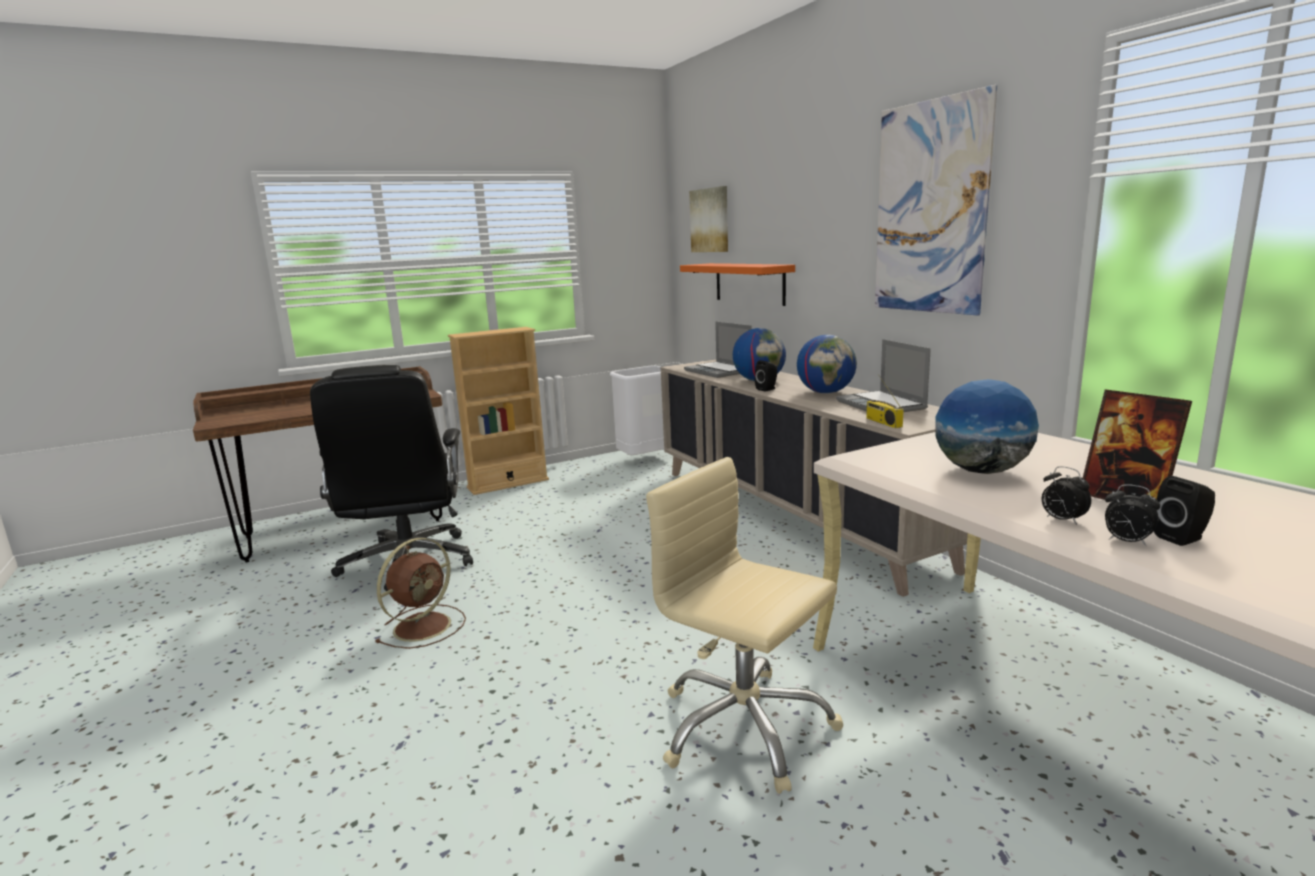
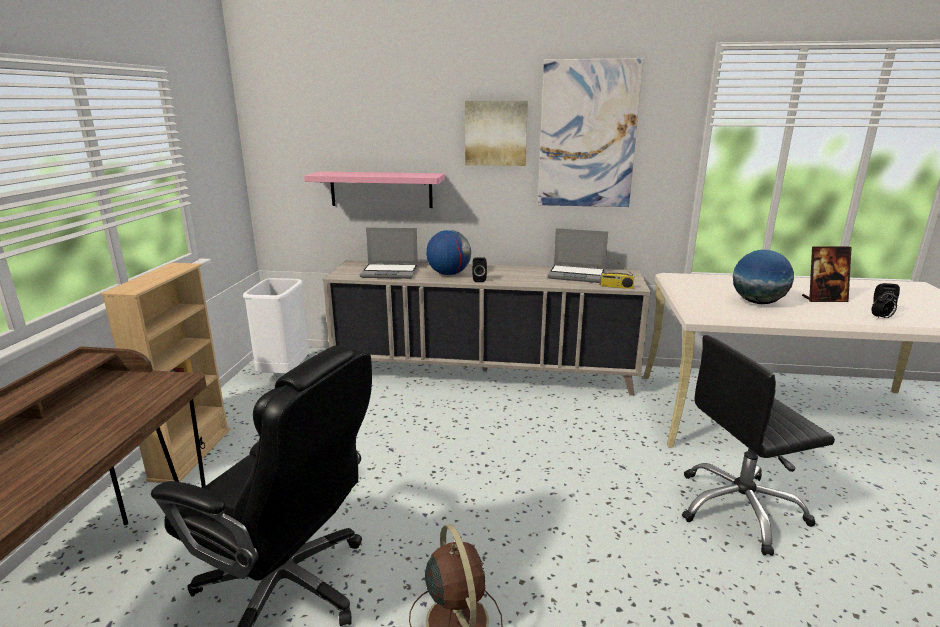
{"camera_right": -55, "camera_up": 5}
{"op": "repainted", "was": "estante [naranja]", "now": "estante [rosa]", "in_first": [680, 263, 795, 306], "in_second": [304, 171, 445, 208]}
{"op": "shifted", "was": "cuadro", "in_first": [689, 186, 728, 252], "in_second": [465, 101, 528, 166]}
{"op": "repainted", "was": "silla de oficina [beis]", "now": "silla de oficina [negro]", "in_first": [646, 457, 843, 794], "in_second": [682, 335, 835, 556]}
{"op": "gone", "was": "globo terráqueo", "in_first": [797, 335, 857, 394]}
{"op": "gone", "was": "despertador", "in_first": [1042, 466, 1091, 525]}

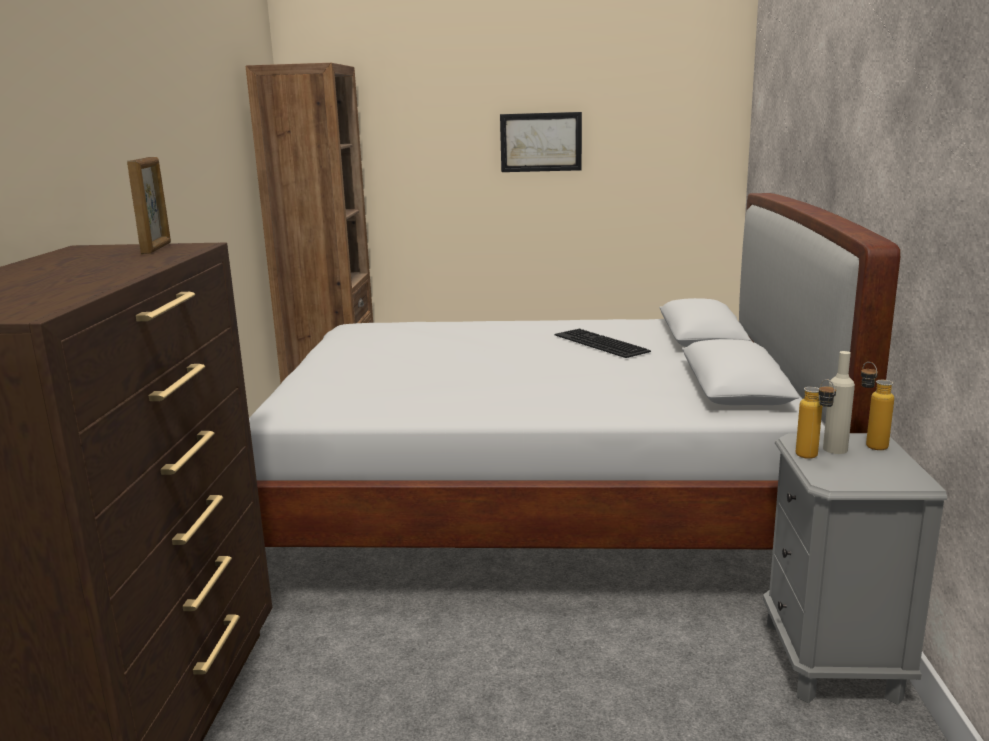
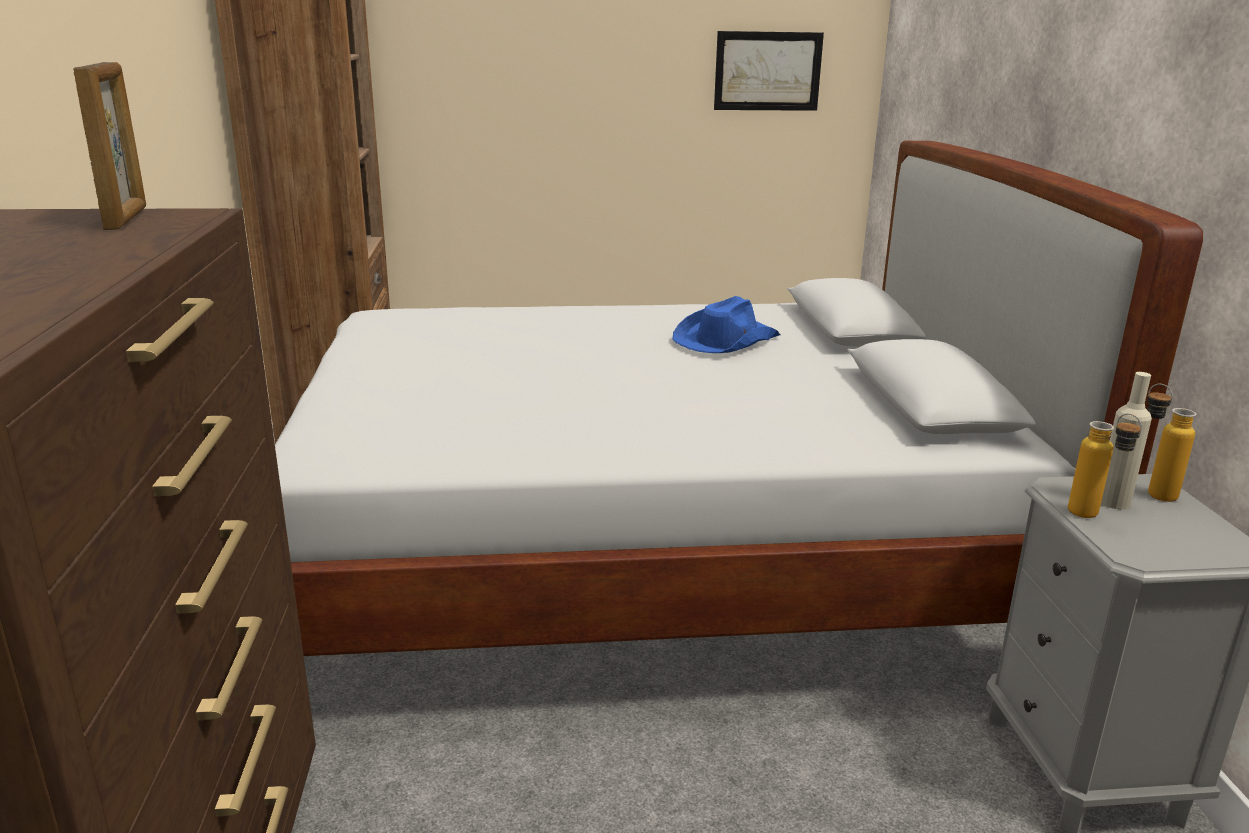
{"camera_right": -10, "camera_up": 5}
{"op": "swapped", "was": "teclado", "now": "sombrero [azul]", "in_first": [555, 329, 651, 358], "in_second": [672, 296, 780, 353]}
{"op": "shifted", "was": "cuadro", "in_first": [500, 112, 582, 172], "in_second": [714, 31, 824, 111]}

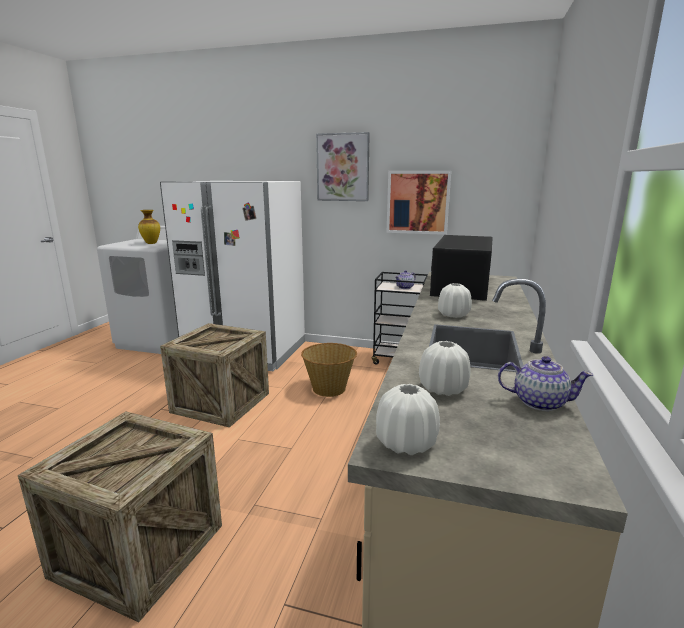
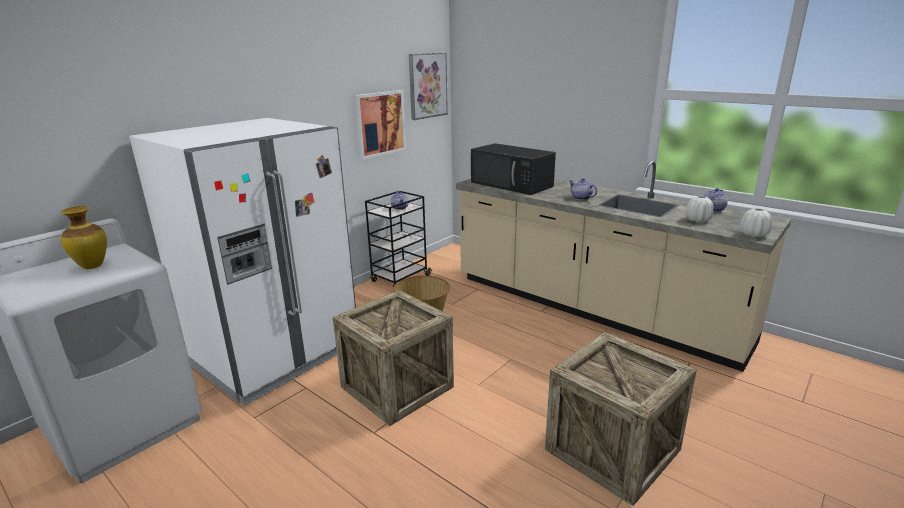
{"camera_right": -65, "camera_up": 5}
{"op": "shifted", "was": "cuadro", "in_first": [316, 132, 370, 201], "in_second": [409, 53, 448, 120]}
{"op": "swapped", "was": "florero [blanco]", "now": "tetera", "in_first": [438, 283, 472, 318], "in_second": [569, 178, 597, 200]}

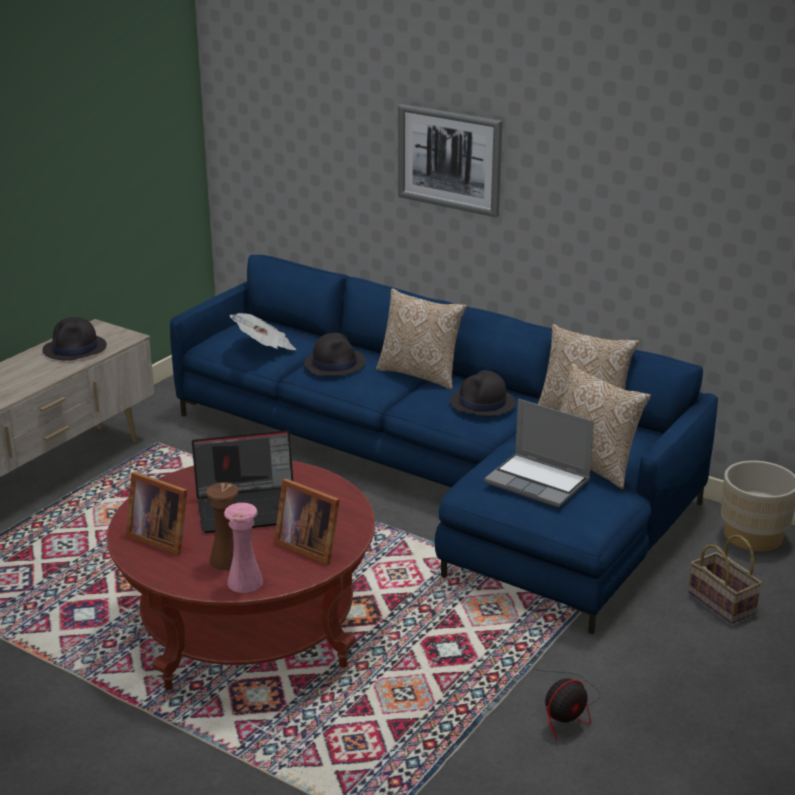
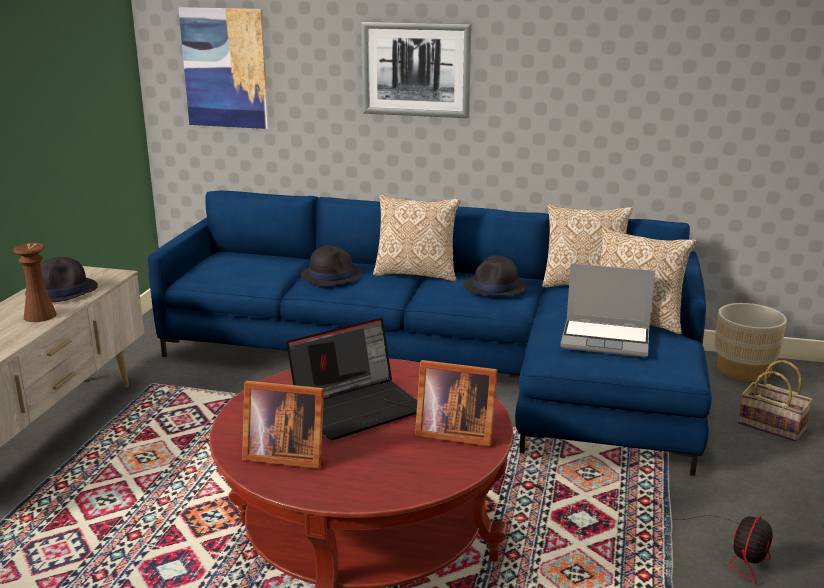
{"camera_right": -20, "camera_up": -5}
{"op": "shifted", "was": "florero [marrón]", "in_first": [206, 482, 239, 570], "in_second": [13, 243, 57, 322]}
{"op": "new", "now": "cuadro", "in_second": [179, 7, 269, 129]}
{"op": "gone", "was": "florero [rosa]", "in_first": [224, 503, 263, 593]}
{"op": "gone", "was": "periódico", "in_first": [229, 313, 297, 350]}

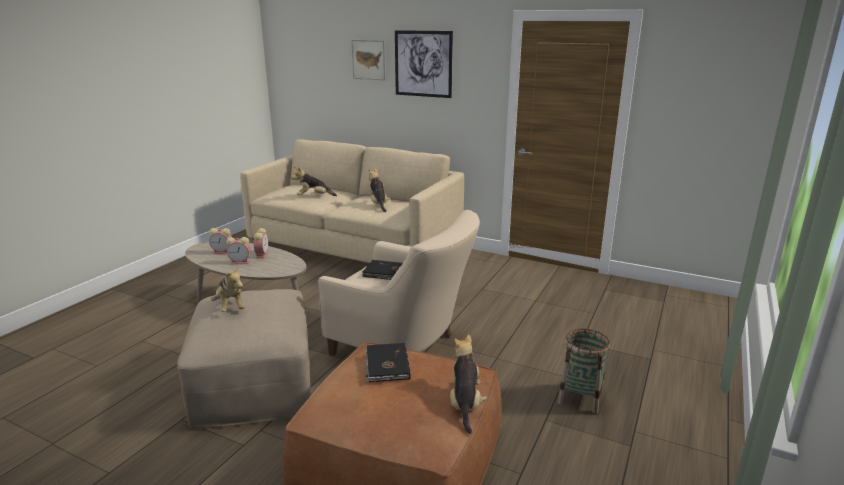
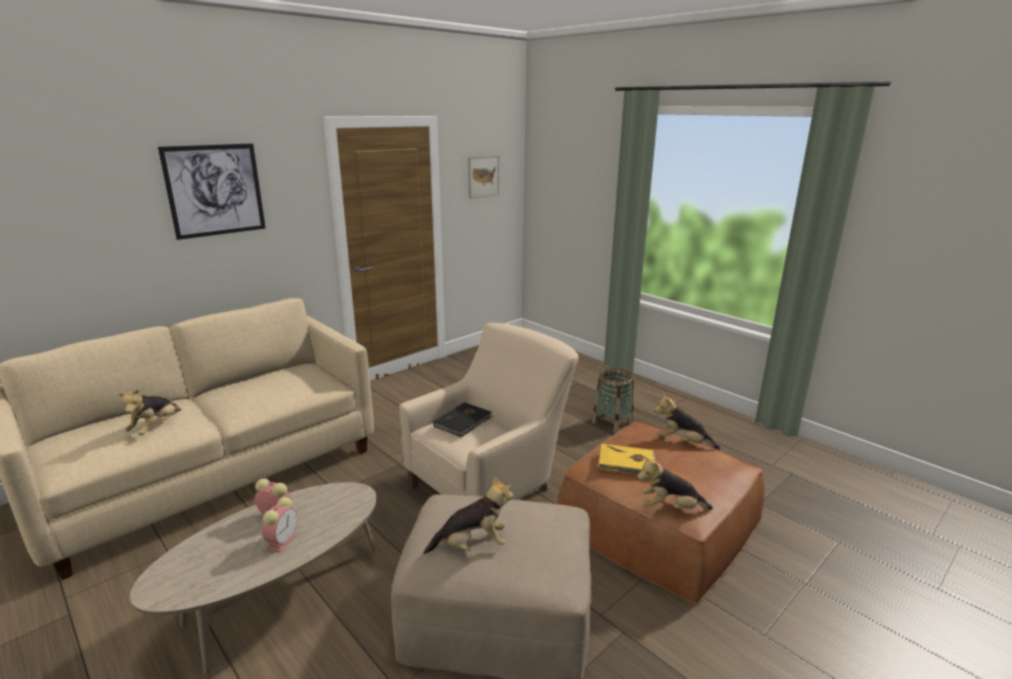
{"camera_right": -70, "camera_up": 0}
{"op": "shifted", "was": "cuadro", "in_first": [352, 40, 386, 80], "in_second": [468, 155, 499, 198]}
{"op": "repainted", "was": "libro [negro]", "now": "libro [amarillo]", "in_first": [365, 343, 411, 382], "in_second": [598, 444, 655, 474]}
{"op": "shifted", "was": "peluche", "in_first": [368, 168, 390, 212], "in_second": [637, 455, 713, 510]}
{"op": "gone", "was": "despertador", "in_first": [209, 228, 232, 254]}

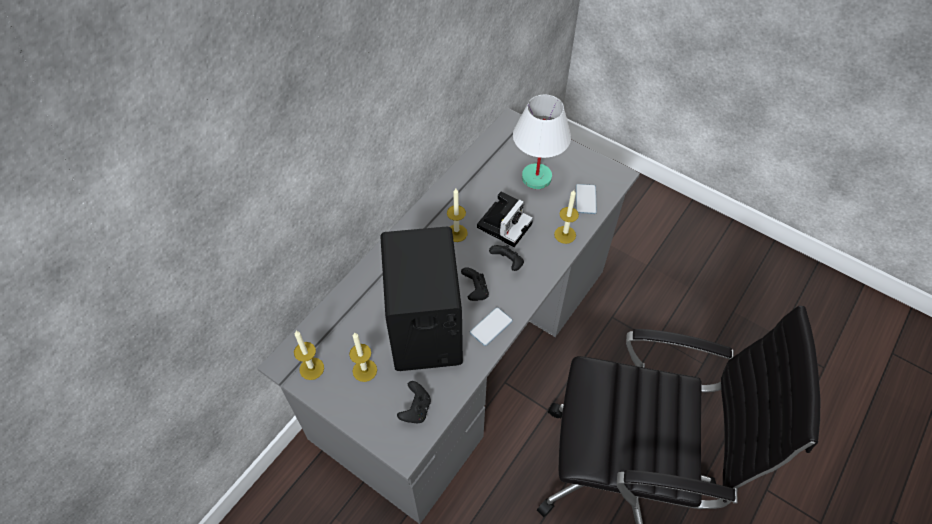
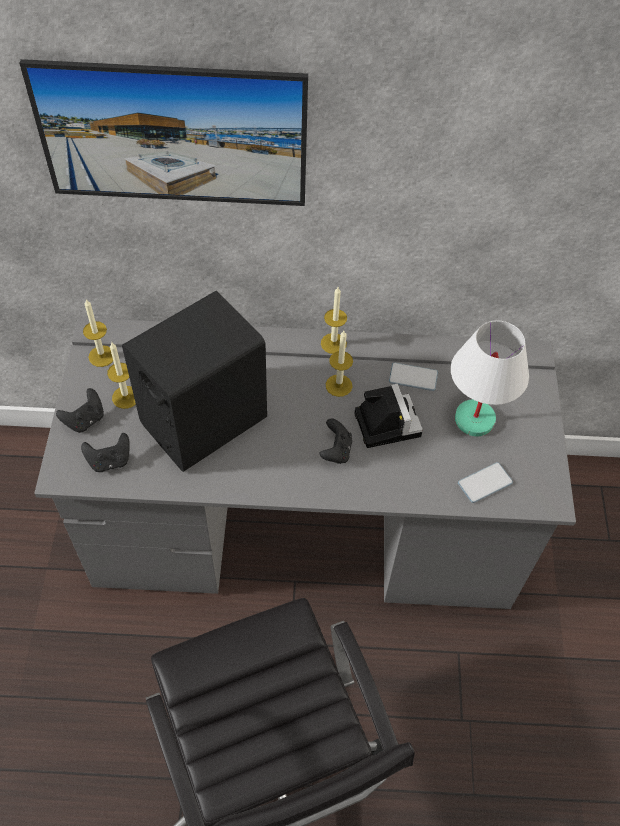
{"camera_right": 55, "camera_up": 0}
{"op": "new", "now": "cuadro", "in_second": [19, 59, 308, 206]}
{"op": "shifted", "was": "mando de consola [negro]", "in_first": [461, 267, 489, 301], "in_second": [56, 388, 104, 433]}
{"op": "shifted", "was": "vela", "in_first": [554, 190, 579, 244], "in_second": [321, 287, 347, 354]}
{"op": "rotated", "was": "cámara", "in_first": [477, 191, 533, 247], "in_second": [354, 383, 423, 448], "clockwise": -105}
{"op": "shifted", "was": "móvil", "in_first": [470, 307, 513, 346], "in_second": [389, 362, 438, 391]}

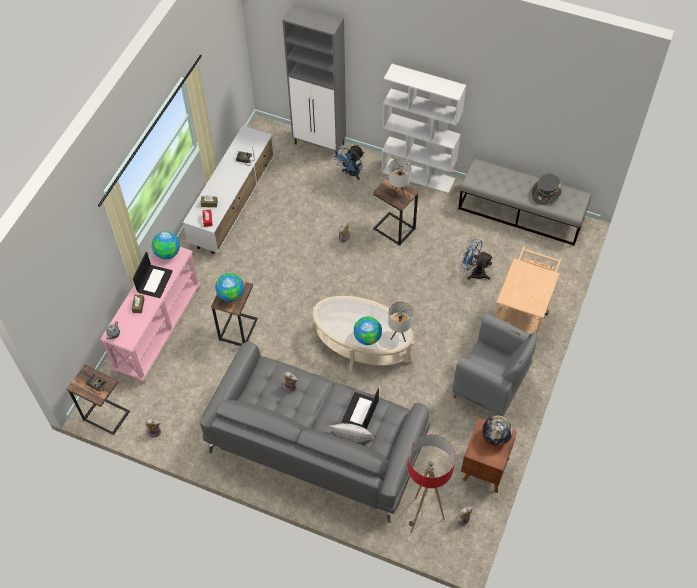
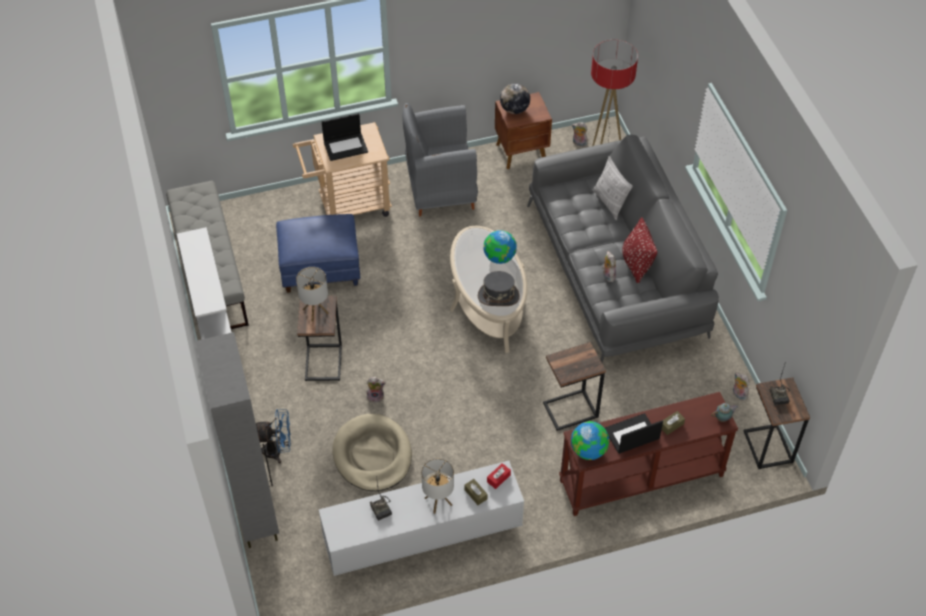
{"camera_right": -130, "camera_up": -5}
{"op": "swapped", "was": "ventilador [azul]", "now": "puf [azul]", "in_first": [461, 238, 493, 280], "in_second": [276, 214, 361, 293]}
{"op": "shifted", "was": "portátil", "in_first": [342, 389, 379, 429], "in_second": [322, 113, 368, 161]}
{"op": "new", "now": "cama para perro [beis]", "in_second": [332, 414, 412, 491]}
{"op": "rotated", "was": "sillón [gris]", "in_first": [452, 313, 538, 416], "in_second": [402, 103, 478, 216], "clockwise": -90}
{"op": "shifted", "was": "lámpara de mesa", "in_first": [388, 302, 413, 342], "in_second": [421, 458, 454, 514]}
{"op": "shifted", "was": "sombrero [gris]", "in_first": [532, 174, 562, 205], "in_second": [478, 271, 520, 306]}
{"op": "repainted", "was": "mesa consola [rosa]", "now": "mesa consola [marrón]", "in_first": [101, 247, 200, 384], "in_second": [559, 392, 738, 516]}
{"op": "new", "now": "cojín [rojo]", "in_second": [622, 217, 657, 283]}
{"op": "gone", "was": "globo terráqueo", "in_first": [215, 273, 244, 302]}

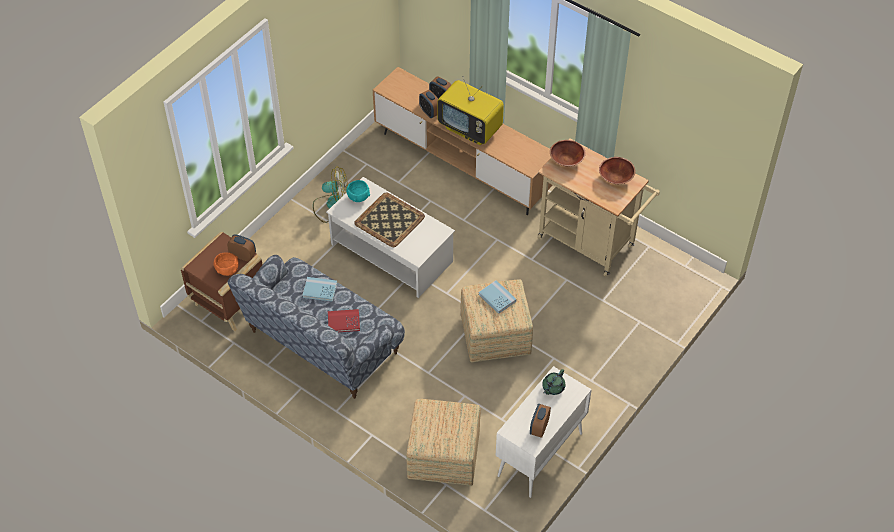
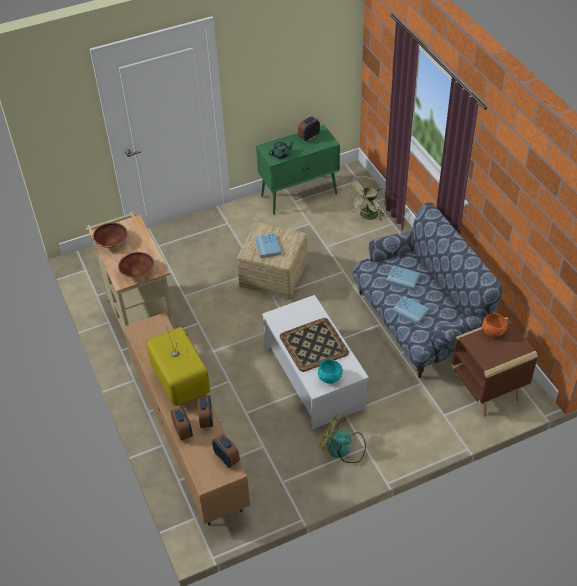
{"camera_right": -150, "camera_up": -5}
{"op": "shifted", "was": "despertador", "in_first": [227, 234, 256, 262], "in_second": [212, 433, 240, 468]}
{"op": "repainted", "was": "armario [blanco]", "now": "armario [verde]", "in_first": [496, 366, 592, 498], "in_second": [256, 125, 340, 215]}
{"op": "swapped", "was": "puf", "now": "ventilador [verde]", "in_first": [406, 399, 481, 486], "in_second": [348, 176, 385, 221]}
{"op": "repainted", "was": "libro [rojo]", "now": "libro [azul]", "in_first": [328, 309, 360, 332], "in_second": [386, 265, 420, 290]}

